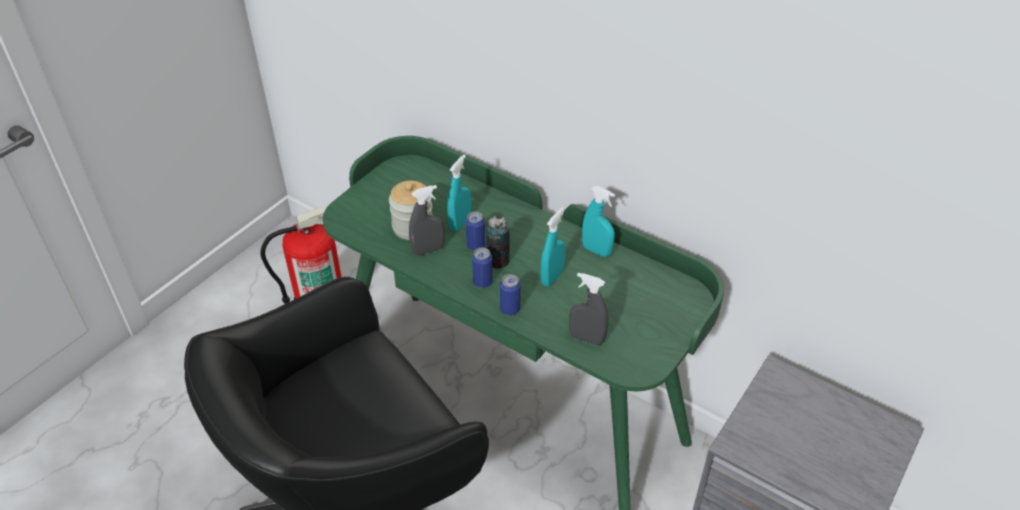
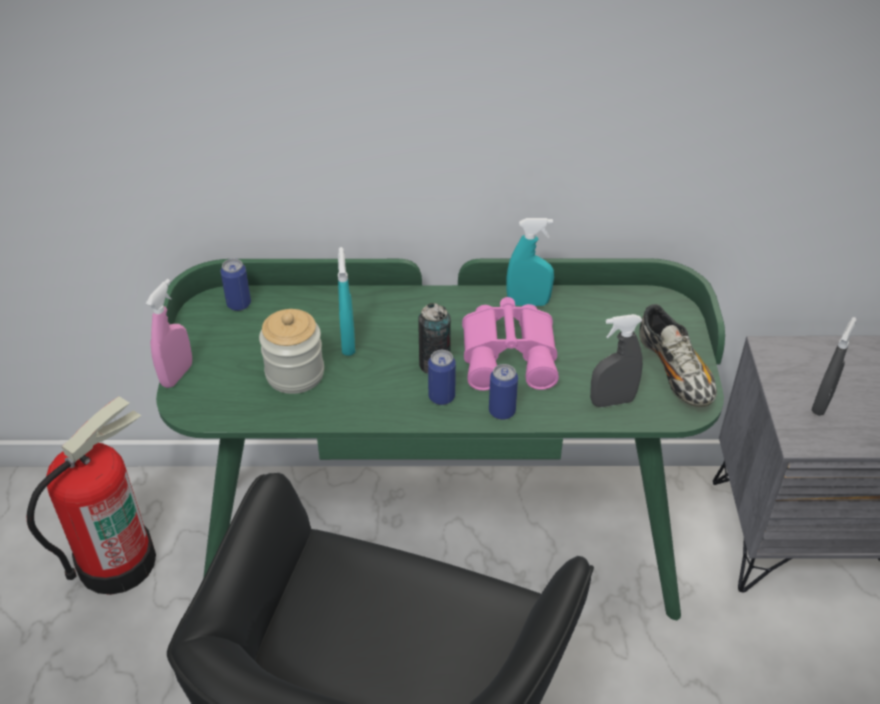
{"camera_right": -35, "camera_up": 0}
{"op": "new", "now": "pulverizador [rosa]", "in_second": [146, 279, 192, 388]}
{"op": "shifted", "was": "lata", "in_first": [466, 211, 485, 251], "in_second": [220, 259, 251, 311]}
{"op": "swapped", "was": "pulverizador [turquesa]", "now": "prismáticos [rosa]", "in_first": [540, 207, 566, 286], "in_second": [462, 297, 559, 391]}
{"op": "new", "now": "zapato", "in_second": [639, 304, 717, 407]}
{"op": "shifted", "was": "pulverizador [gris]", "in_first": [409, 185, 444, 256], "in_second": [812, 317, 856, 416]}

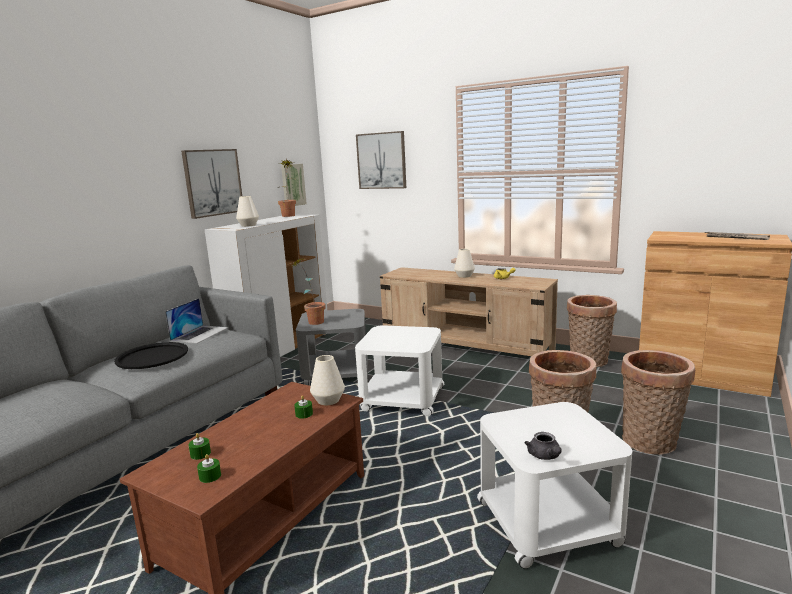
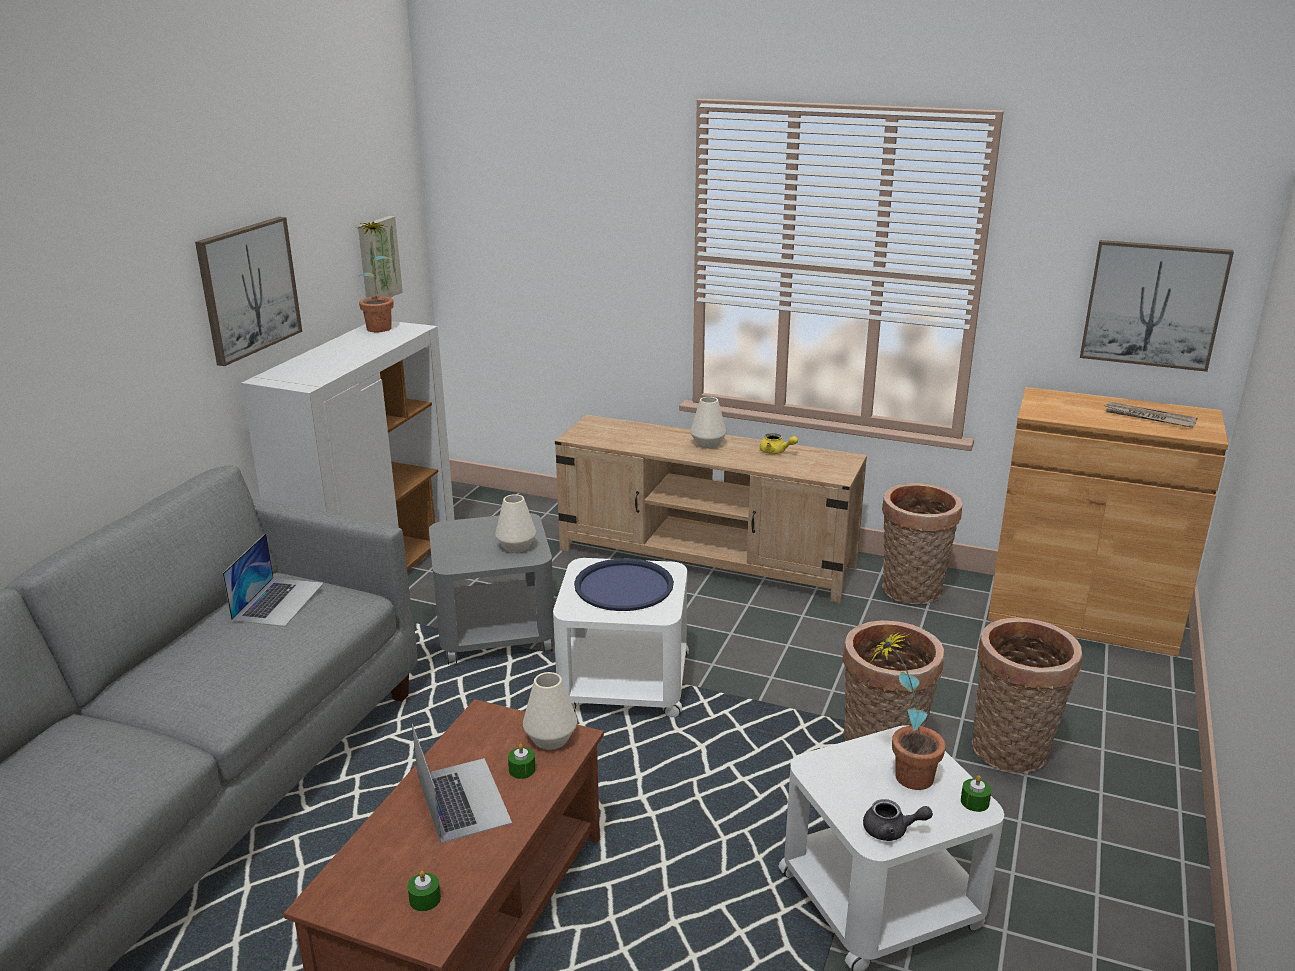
{"camera_right": -10, "camera_up": 10}
{"op": "new", "now": "portátil", "in_second": [412, 723, 512, 843]}
{"op": "shifted", "was": "florero [blanco]", "in_first": [236, 196, 259, 227], "in_second": [495, 494, 536, 553]}
{"op": "new", "now": "bandeja [azul]", "in_second": [574, 558, 674, 611]}
{"op": "rotated", "was": "tetera [gris]", "in_first": [525, 432, 562, 460], "in_second": [863, 799, 933, 841], "clockwise": -60}
{"op": "shifted", "was": "planta en maceta", "in_first": [290, 257, 326, 325], "in_second": [871, 632, 946, 790]}
{"op": "shifted", "was": "vela [verde]", "in_first": [188, 433, 211, 460], "in_second": [961, 775, 992, 812]}
{"op": "shifted", "was": "cuadro", "in_first": [356, 131, 406, 189], "in_second": [1080, 240, 1234, 372]}
{"op": "gone", "was": "bandeja [negro]", "in_first": [114, 342, 188, 369]}

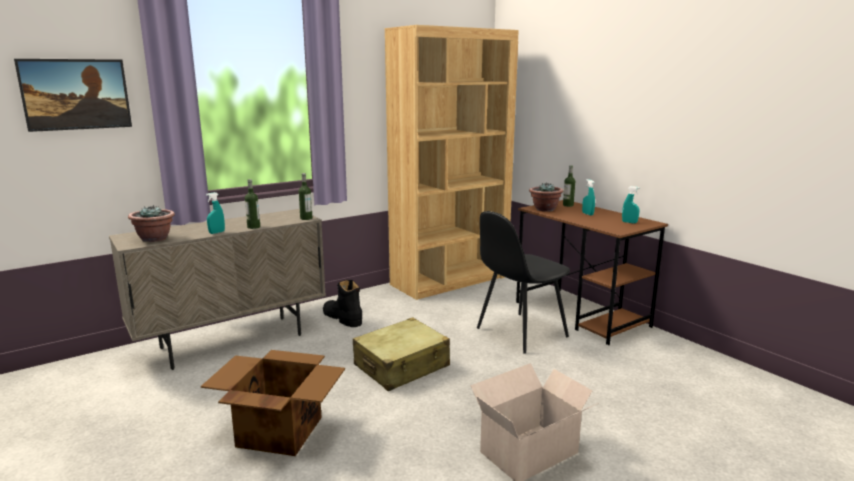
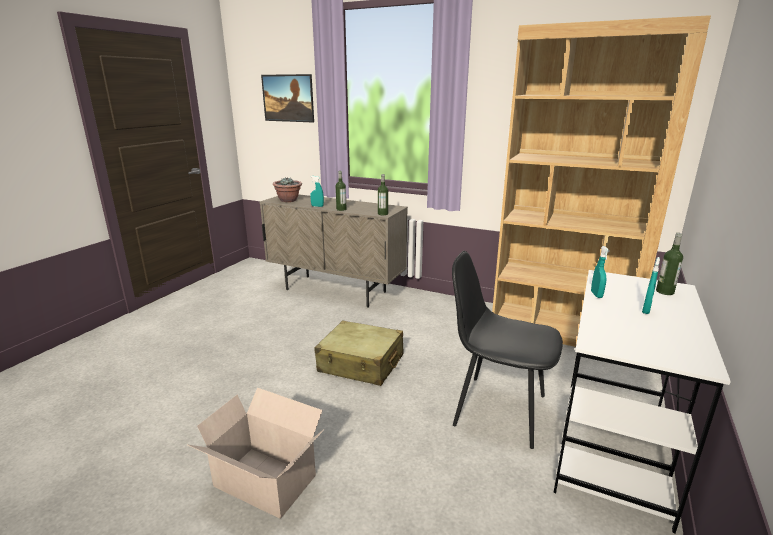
{"camera_right": 60, "camera_up": 5}
{"op": "repainted", "was": "escritorio [marrón]", "now": "escritorio [blanco]", "in_first": [516, 200, 668, 345], "in_second": [553, 270, 731, 534]}
{"op": "shifted", "was": "pulverizador [turquesa]", "in_first": [622, 186, 640, 223], "in_second": [591, 246, 610, 298]}
{"op": "gone", "was": "caja de cartón", "in_first": [201, 350, 345, 456]}
{"op": "gone", "was": "bota [negro]", "in_first": [323, 280, 362, 327]}
{"op": "gone", "was": "planta en maceta", "in_first": [529, 182, 563, 212]}

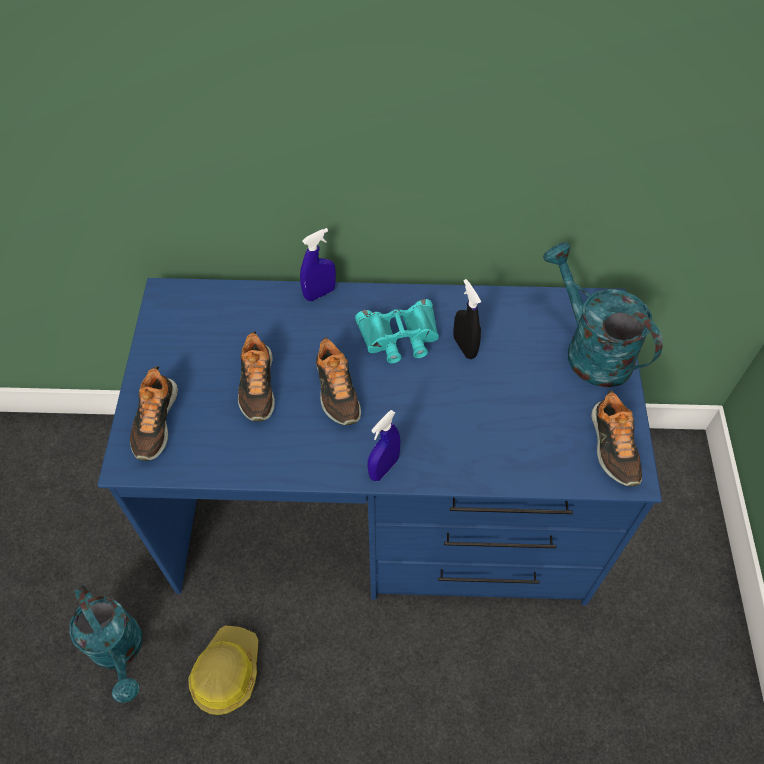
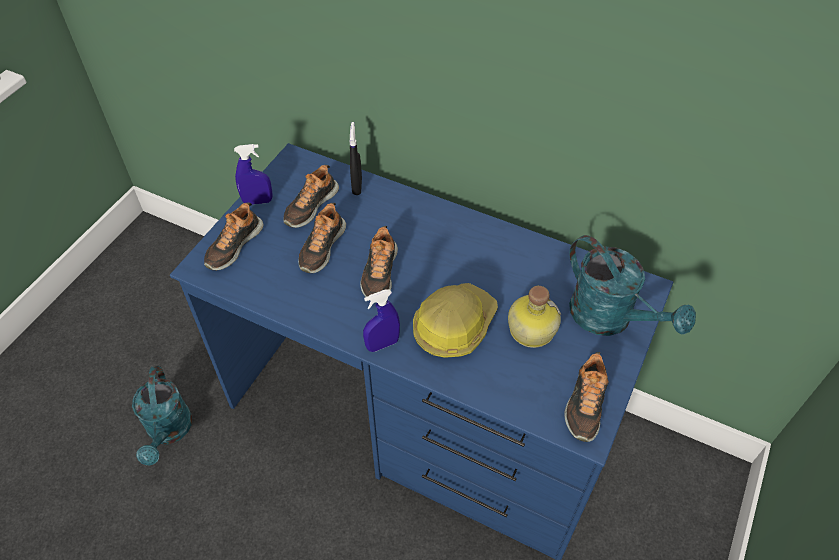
{"camera_right": 25, "camera_up": -5}
{"op": "shifted", "was": "pulverizador [azul]", "in_first": [300, 228, 336, 301], "in_second": [234, 144, 272, 204]}
{"op": "new", "now": "zapato", "in_second": [283, 165, 339, 228]}
{"op": "shifted", "was": "pulverizador [negro]", "in_first": [453, 279, 481, 359], "in_second": [350, 122, 362, 195]}
{"op": "shifted", "was": "casco", "in_first": [188, 625, 259, 715], "in_second": [413, 283, 498, 358]}
{"op": "new", "now": "botella", "in_second": [508, 286, 561, 348]}
{"op": "rotated", "was": "regadera [turquesa]", "in_first": [543, 242, 663, 388], "in_second": [569, 235, 696, 336], "clockwise": 150}
{"op": "gone", "was": "prismáticos [turquesa]", "in_first": [355, 299, 439, 363]}

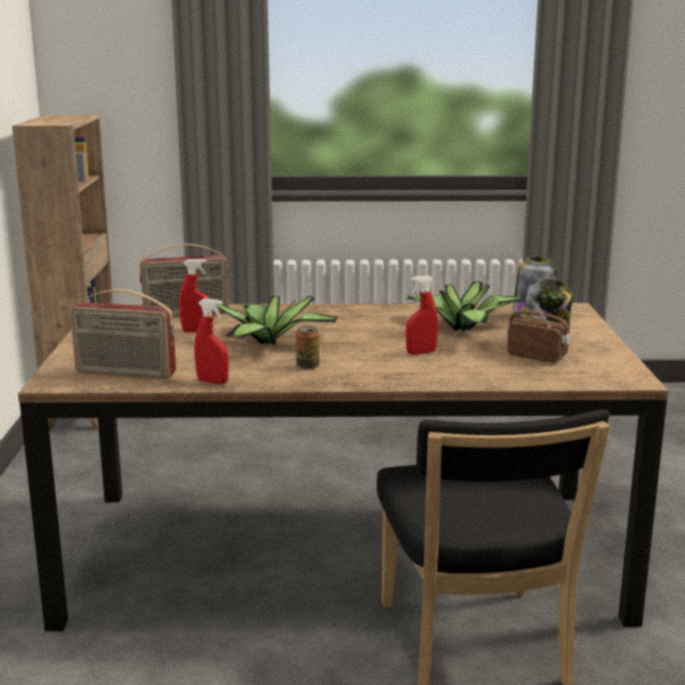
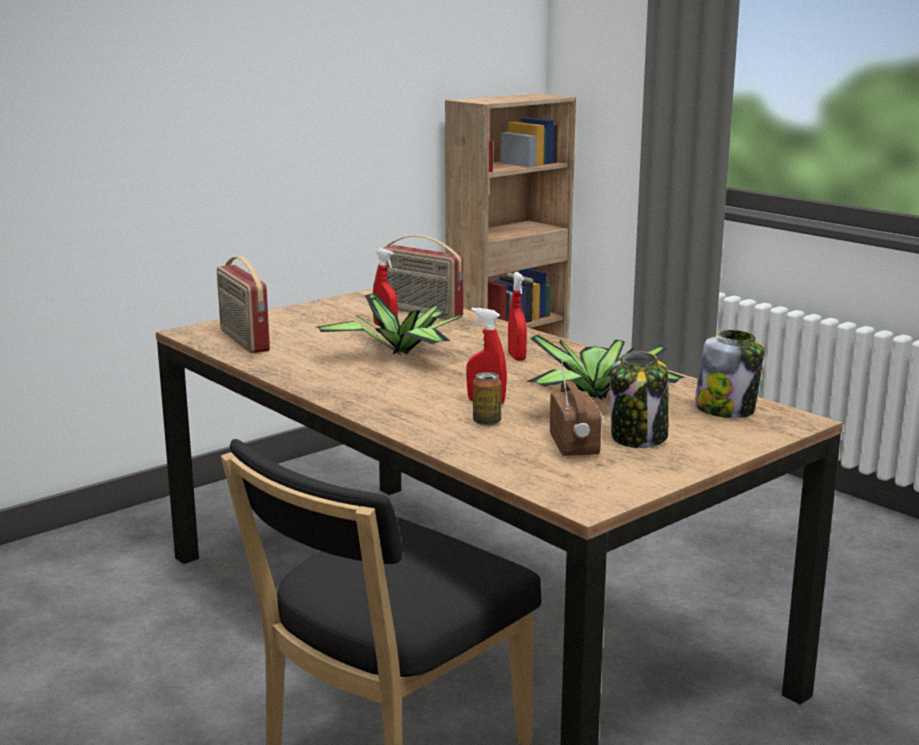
{"camera_right": 50, "camera_up": 0}
{"op": "shifted", "was": "lata", "in_first": [296, 326, 319, 369], "in_second": [473, 372, 502, 426]}
{"op": "shifted", "was": "pulverizador [rojo]", "in_first": [195, 298, 229, 384], "in_second": [508, 272, 527, 361]}

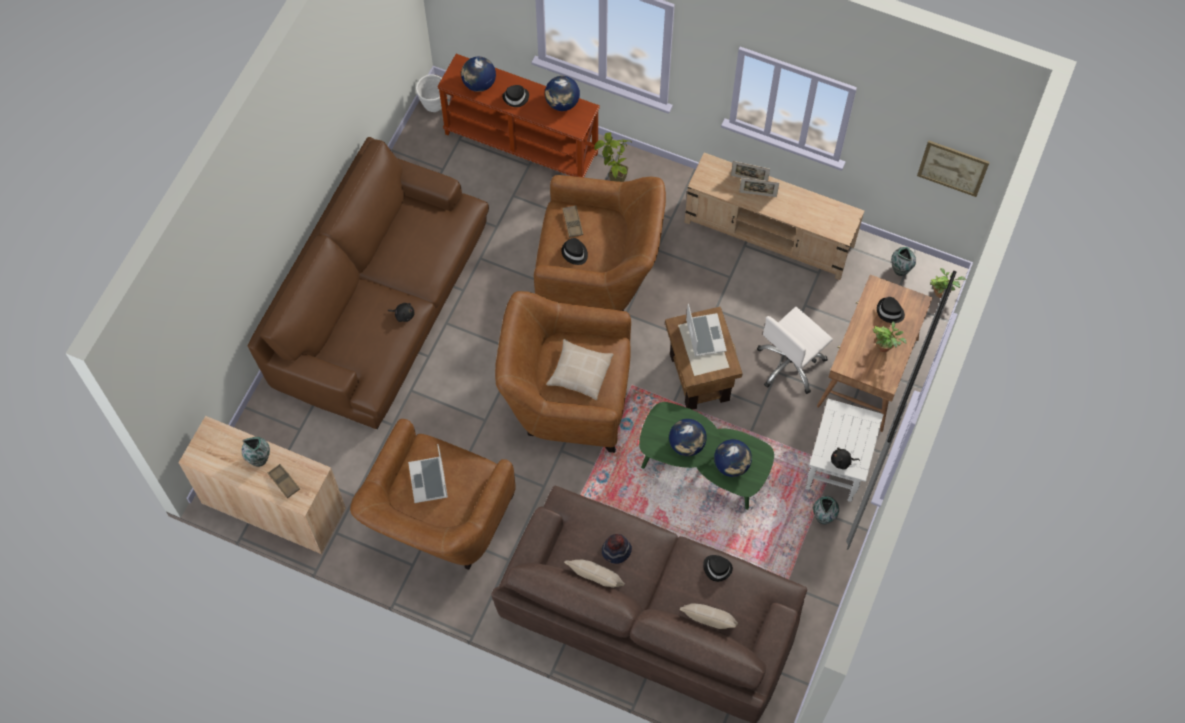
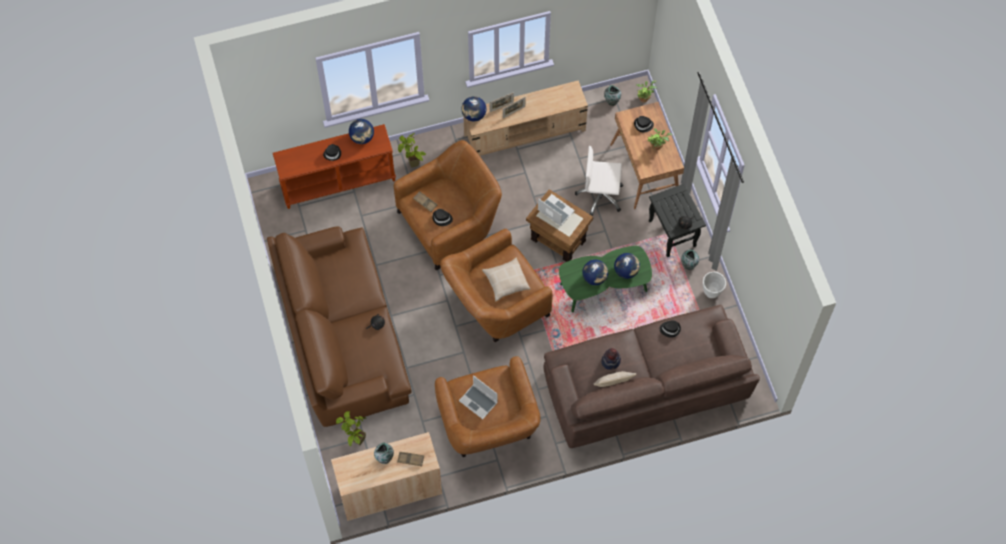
{"camera_right": -40, "camera_up": 0}
{"op": "new", "now": "planta en maceta", "in_second": [336, 411, 367, 447]}
{"op": "shifted", "was": "globo terráqueo", "in_first": [461, 57, 496, 92], "in_second": [462, 96, 487, 121]}
{"op": "rotated", "was": "silla de oficina [blanco]", "in_first": [757, 307, 833, 394], "in_second": [575, 146, 623, 216], "clockwise": 90}
{"op": "repainted", "was": "mesa auxiliar [blanco]", "now": "mesa auxiliar [negro]", "in_first": [806, 399, 884, 502], "in_second": [649, 184, 706, 257]}
{"op": "shifted", "was": "maceta [blanco]", "in_first": [416, 74, 442, 112], "in_second": [703, 272, 726, 298]}
{"op": "gone", "was": "cojín [beis]", "in_first": [680, 603, 738, 629]}
{"op": "gone", "was": "cuadro", "in_first": [917, 140, 990, 197]}

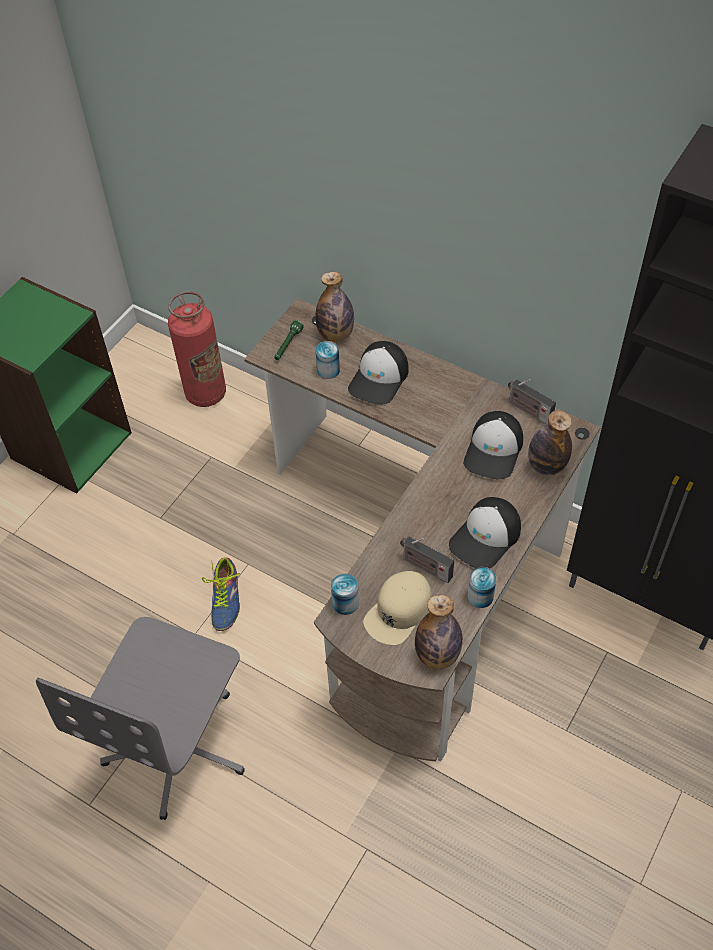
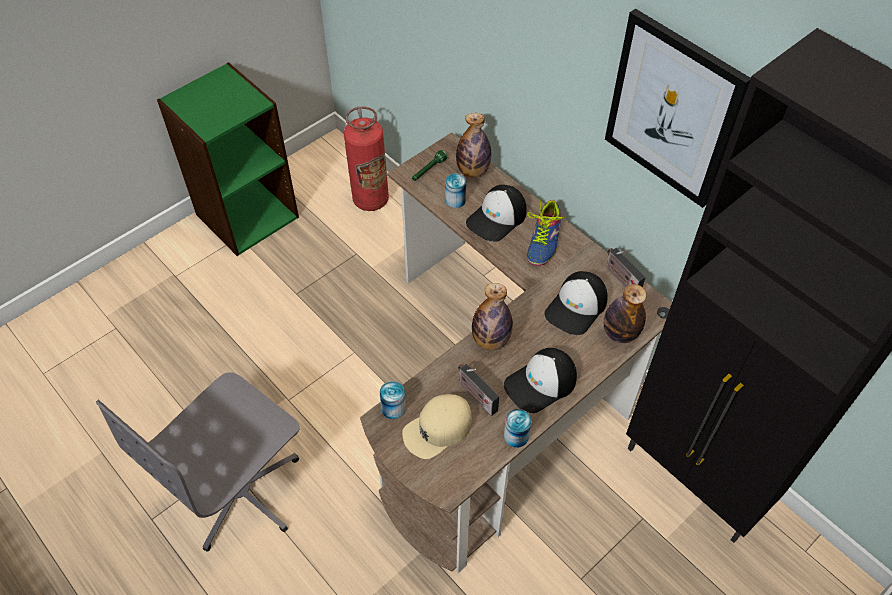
{"camera_right": 15, "camera_up": 0}
{"op": "shifted", "was": "botella", "in_first": [415, 595, 463, 669], "in_second": [472, 283, 513, 350]}
{"op": "shifted", "was": "zapato", "in_first": [202, 557, 240, 631], "in_second": [527, 198, 565, 266]}
{"op": "new", "now": "cuadro", "in_second": [605, 9, 751, 208]}

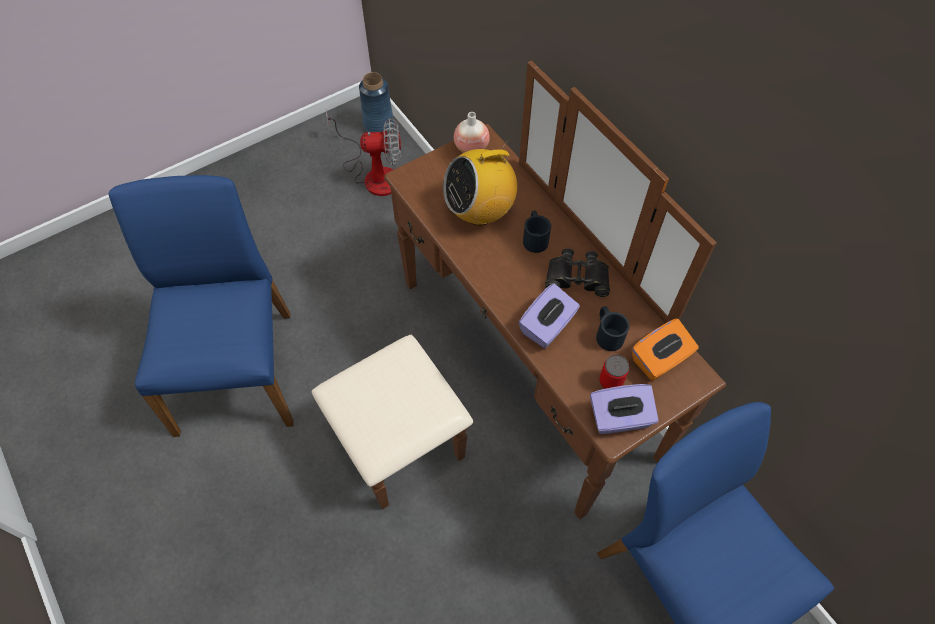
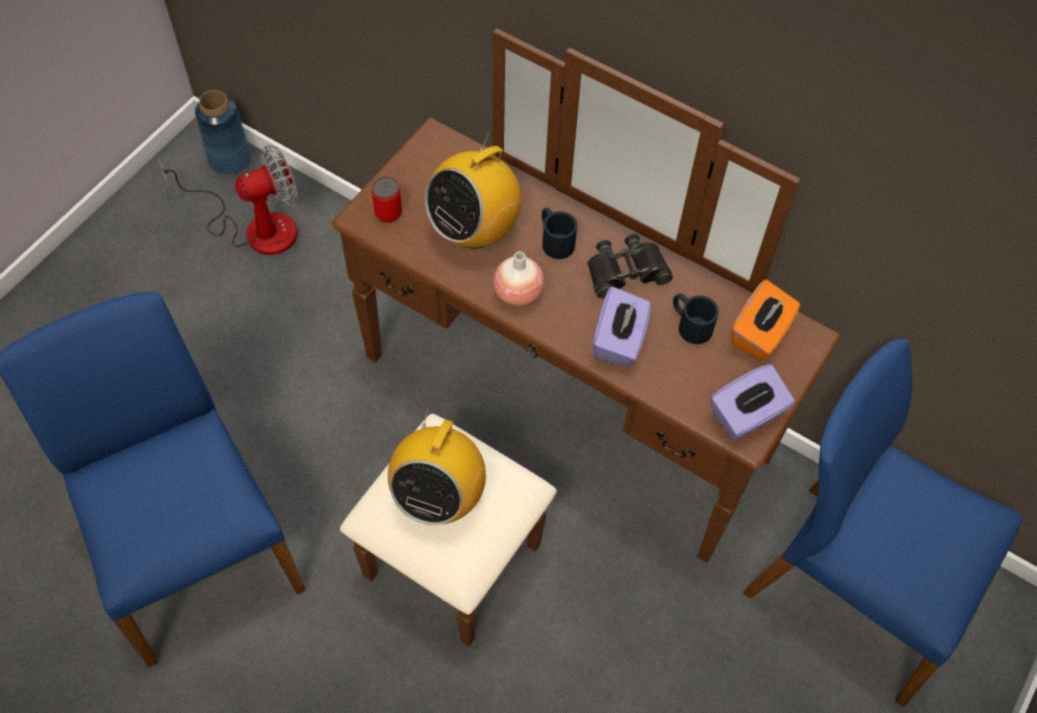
{"camera_right": -25, "camera_up": 0}
{"op": "shifted", "was": "lata", "in_first": [599, 355, 629, 389], "in_second": [372, 177, 402, 223]}
{"op": "new", "now": "radio", "in_second": [388, 406, 486, 525]}
{"op": "shifted", "was": "florero", "in_first": [454, 112, 490, 153], "in_second": [493, 252, 544, 306]}

